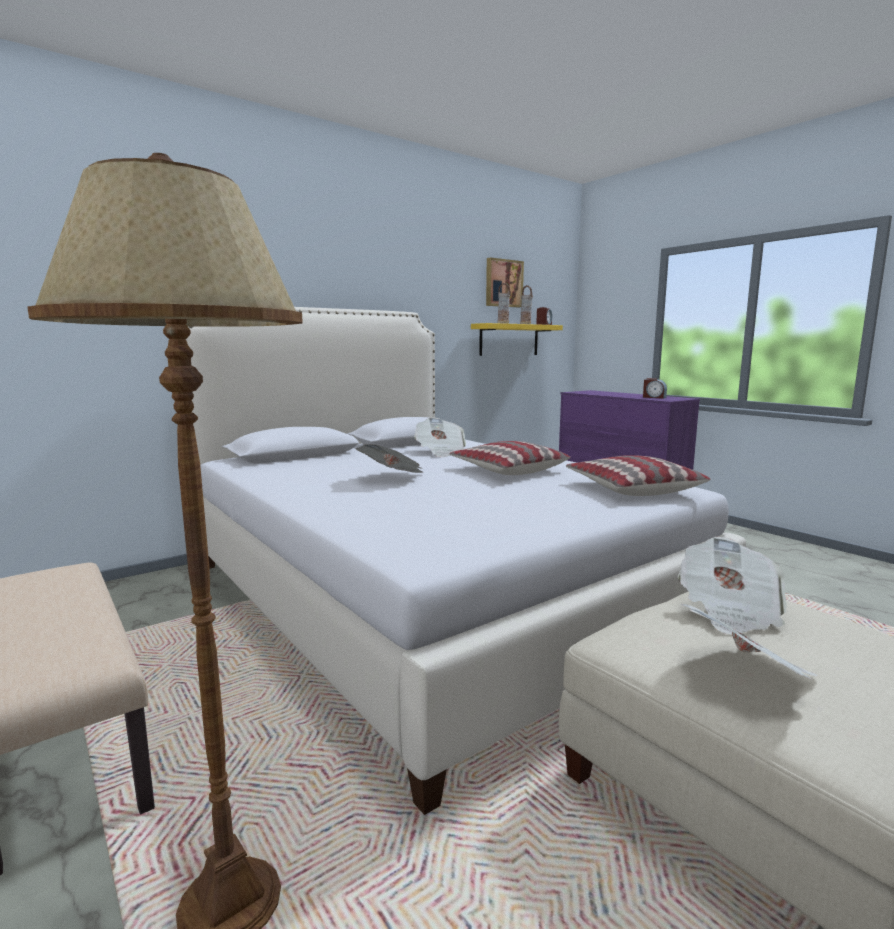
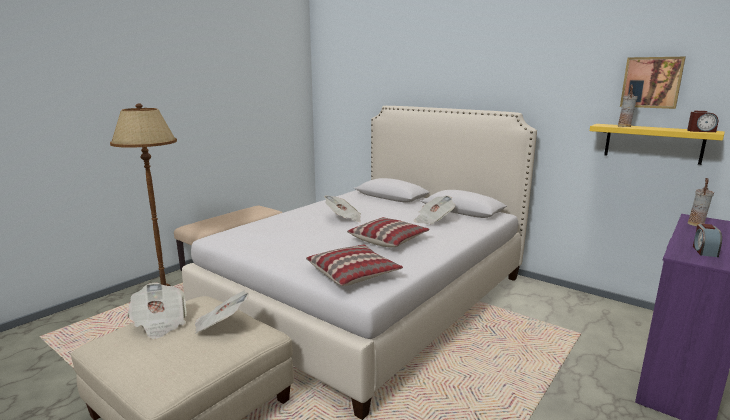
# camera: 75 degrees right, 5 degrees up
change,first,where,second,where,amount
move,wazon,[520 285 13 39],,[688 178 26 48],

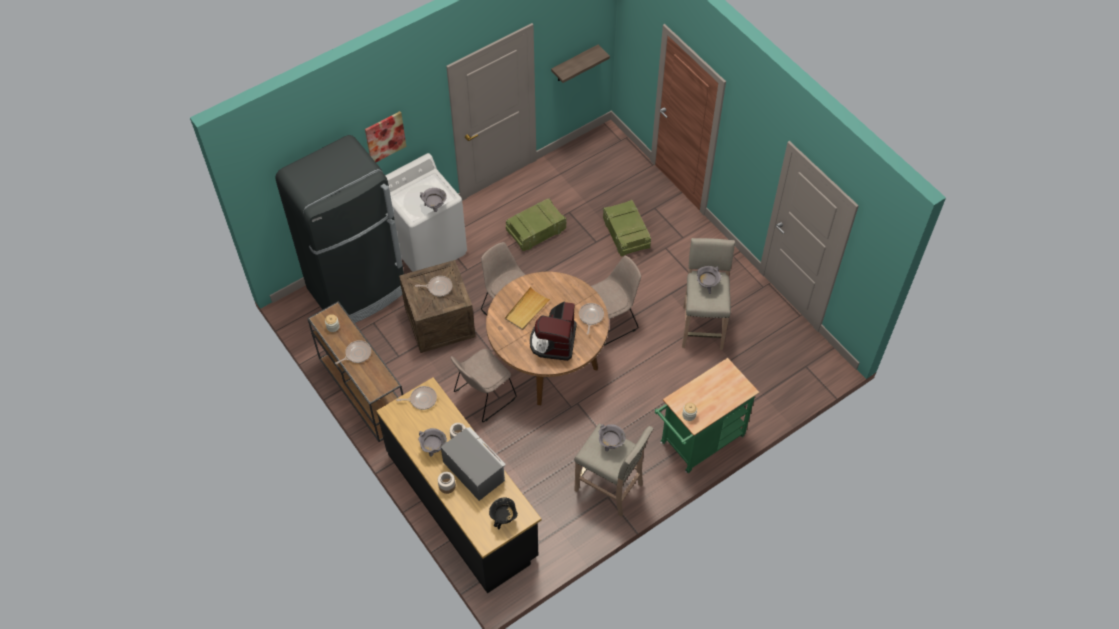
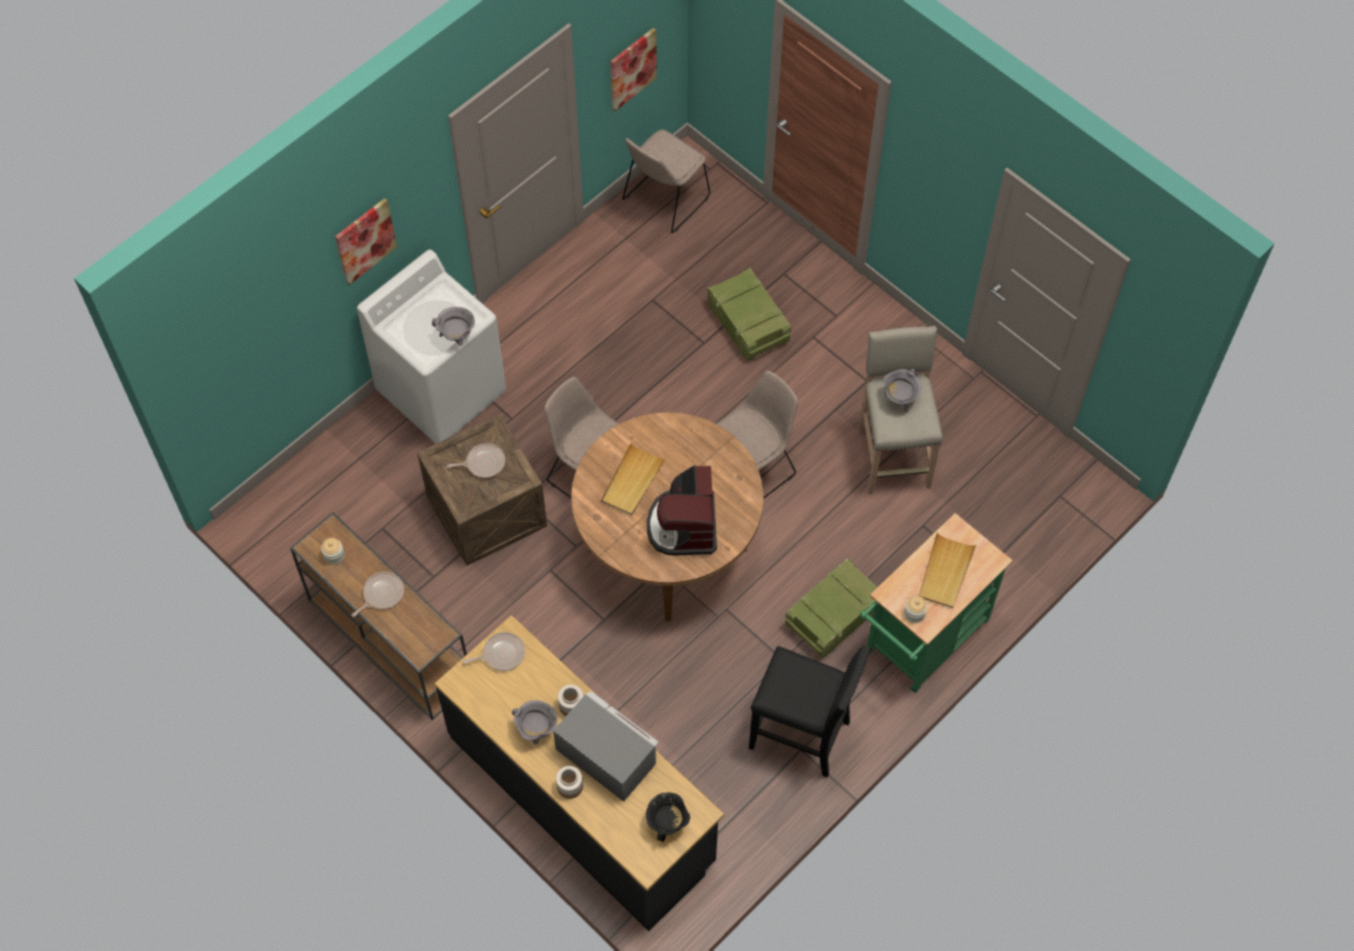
# camera: 10 degrees left, 5 degrees up
change,first,where,second,where,amount
replace,półka,[551 45 59 38],obraz,[610 28 47 83],
delete,lodówka (czarny),[276 135 128 188],,,
move,skrzynka,[506 198 60 53],,[785 558 94 101],
delete,patelnia,[579 303 25 31],,,
move,krzesło (beżowy),[450 349 67 73],,[622 129 88 104],
recolor,stołek (beżowy),[574 424 79 93],stołek (czarny),[749 645 122 133],
delete,garnek (szary),[599 424 26 27],,,
insert,,,taca (beżowy),[919 533 57 75],

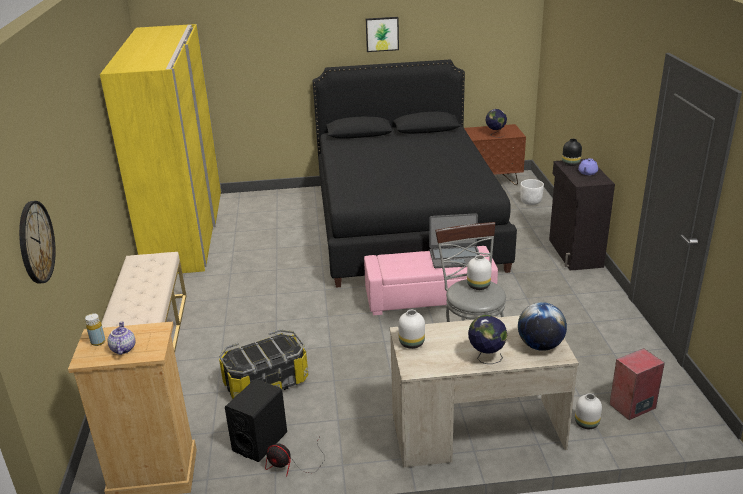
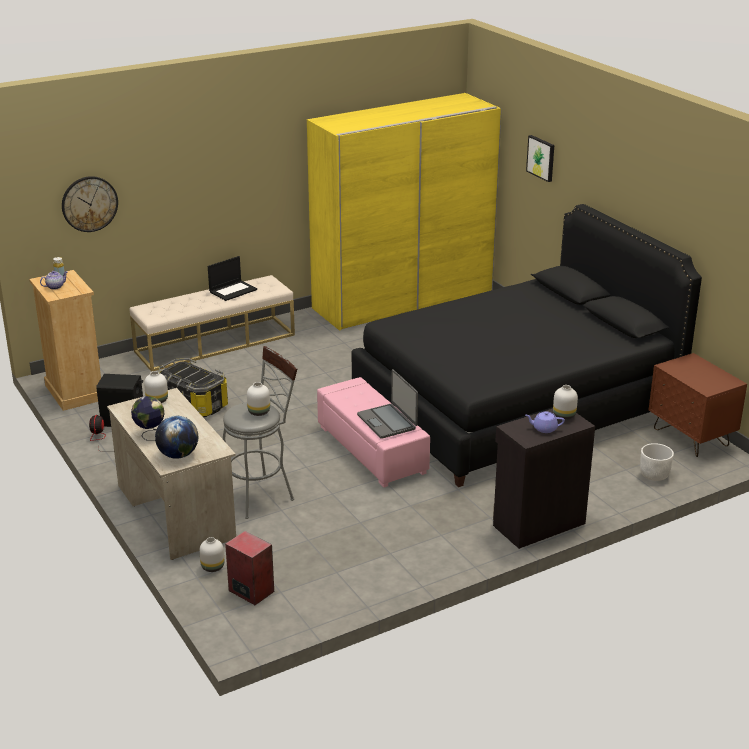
# camera: 65 degrees right, 0 degrees up
change,first,where,second,where,amount
move,obraz,[366 17 33 35],,[526 135 28 47],
delete,globus,[485 109 22 28],,,
recolor,wazon (czarny),[562 139 20 27],wazon (biały),[553 385 25 35],
insert,,,laptop,[208 256 49 45],

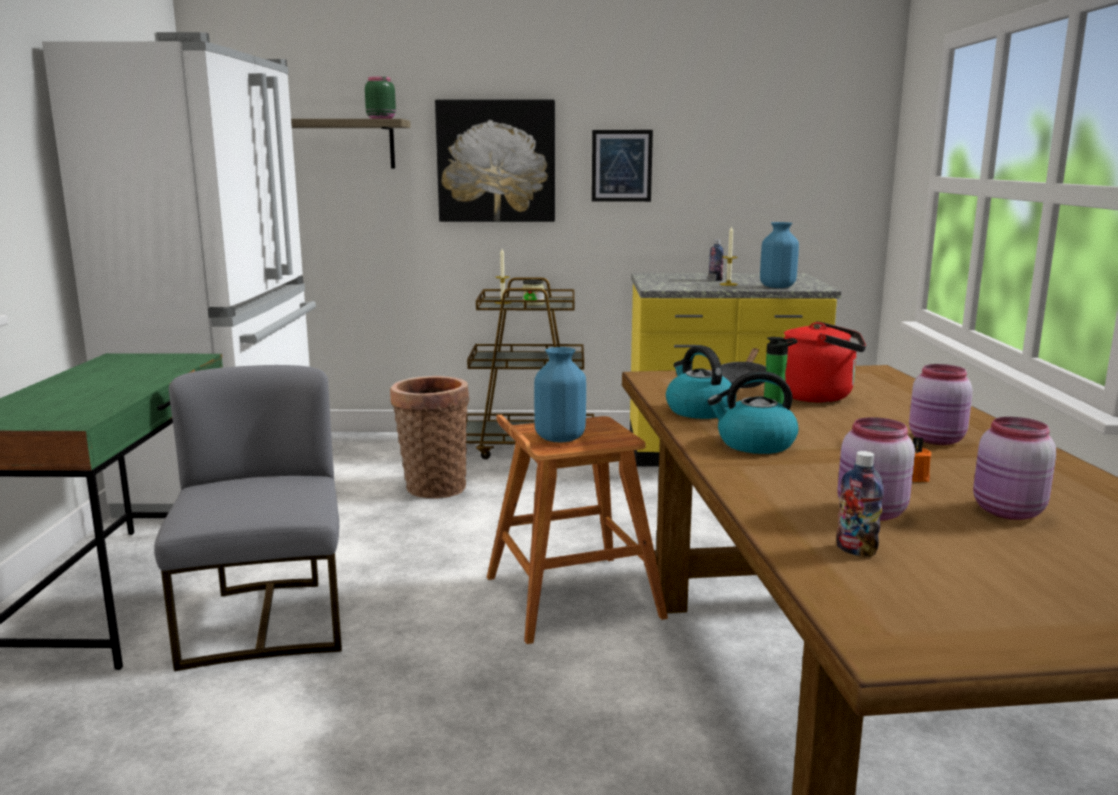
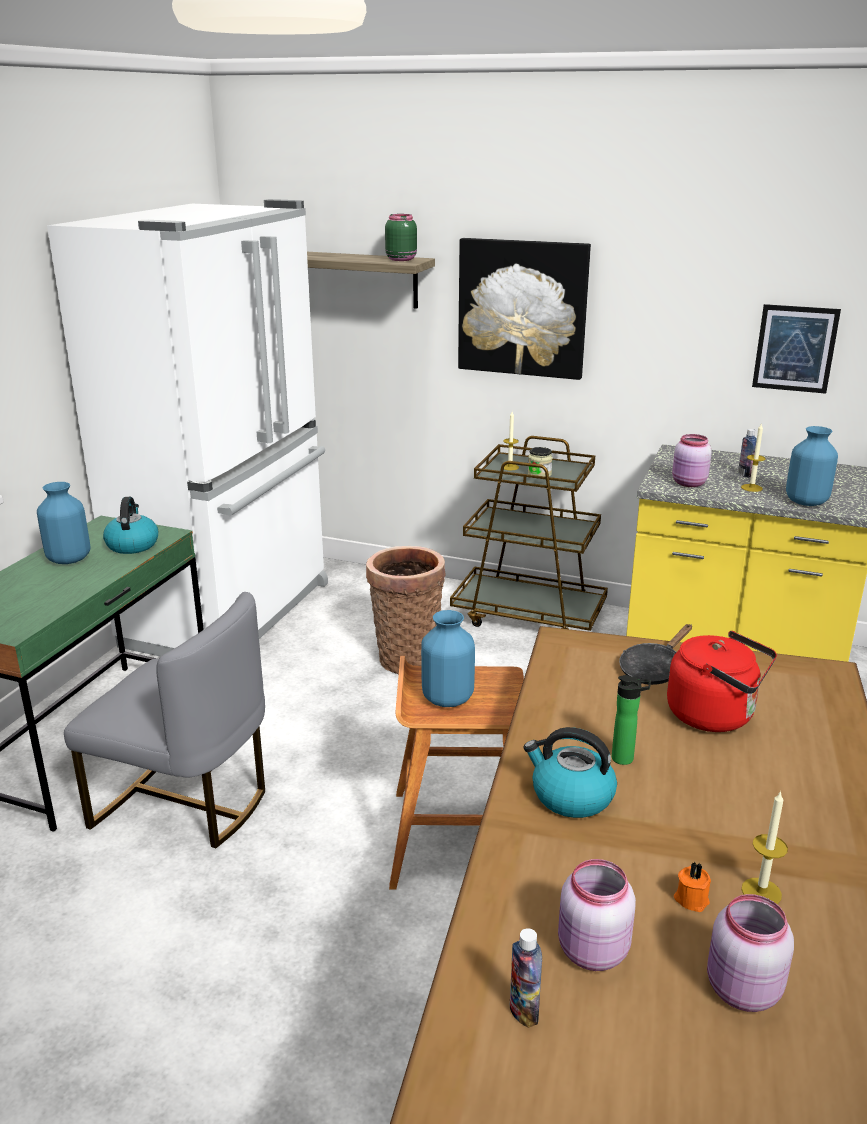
# camera: 20 degrees right, 10 degrees up
change,first,where,second,where,amount
move,obraz,[592 130 61 72],,[752 304 89 90],
move,czajnik,[666 346 70 73],,[103 497 55 57],
move,słoik (różowy),[909 364 64 81],,[672 434 40 53],
rotate,krzesło (szary),[154 365 188 306],,[64 592 201 256],105 degrees clockwise
insert,,,wazon (niebieski),[37 482 53 82],
insert,,,świeca,[741 790 47 114],

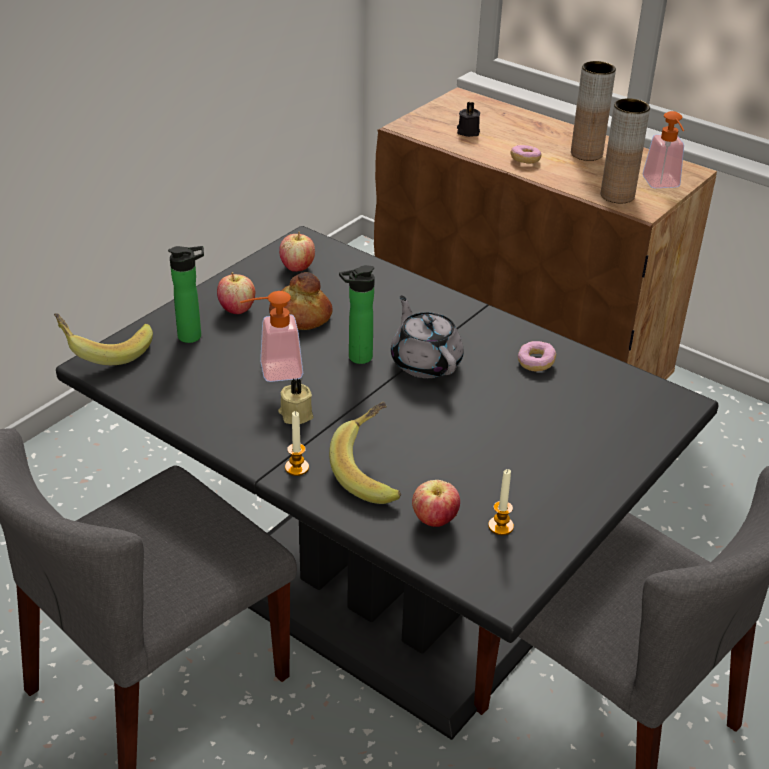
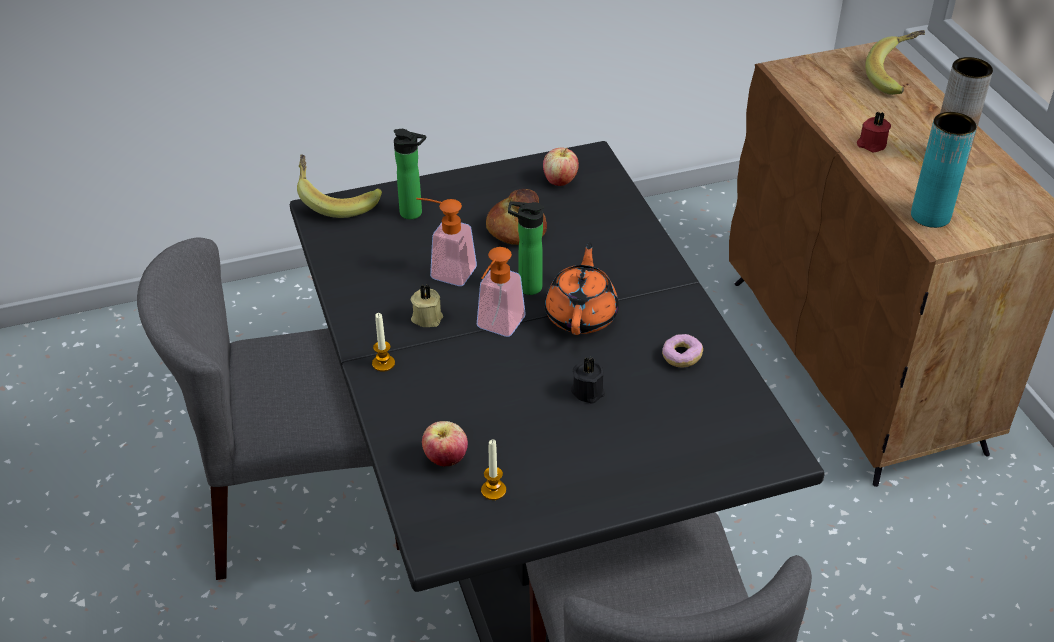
# camera: 35 degrees right, 5 degrees up
change,first,where,second,where,amount
recolor,wazon (brązowy),[601 98 49 105],wazon (turkusowy),[911 112 65 116],
move,świeca (czarny),[457 101 23 36],,[571 357 34 47],
move,dozownik mydła,[643 111 41 77],,[476 247 49 90],
replace,donut,[511 145 30 19],świeca (czerwony),[857 112 34 40],
delete,jabłko,[217 272 38 42],,,
recolor,imbryk (szary),[391 295 72 83],imbryk (pomarańczowy),[545 243 74 92],
move,banan,[329 402 72 102],,[865 30 60 65],

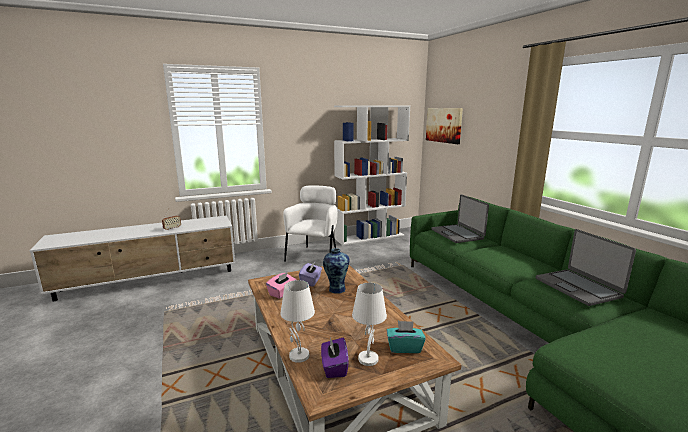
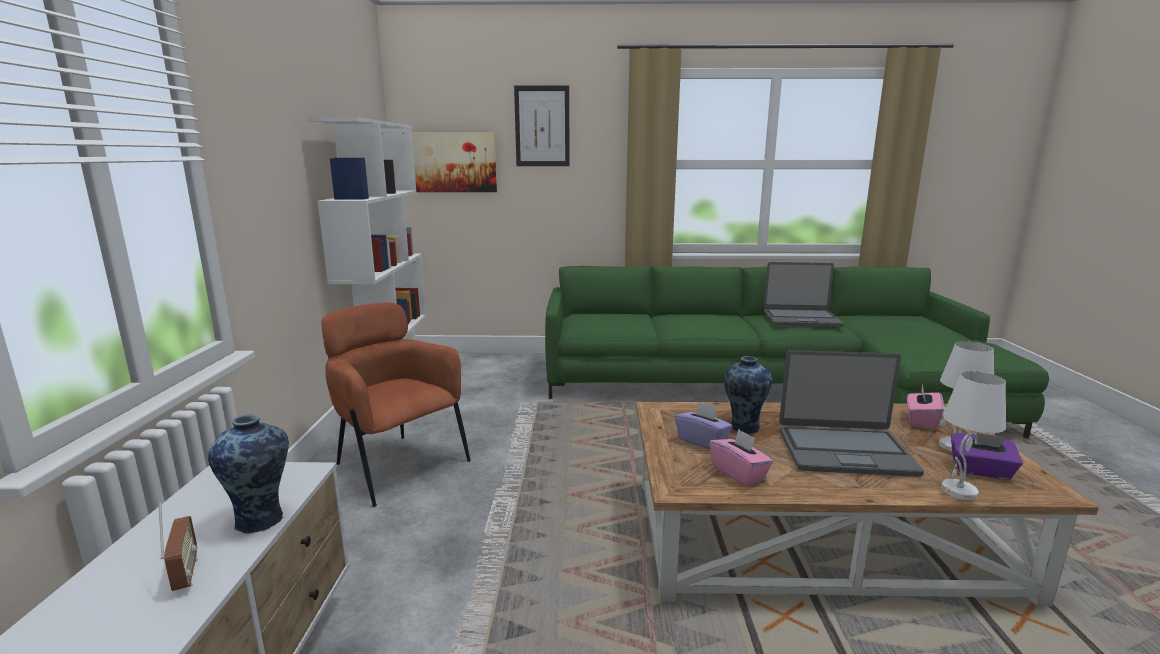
# camera: 65 degrees left, 0 degrees up
change,first,where,second,where,amount
recolor,fotel (biały),[283 185 55 77],fotel (brązowy),[321 302 150 205],
move,laptop,[431 194 58 49],,[779 350 145 127],
recolor,pudełko chusteczek (turkusowy),[387 321 39 32],pudełko chusteczek (różowy),[907 384 37 46],
insert,,,obraz,[514 85 56 81],
insert,,,wazon,[208 414 81 120],

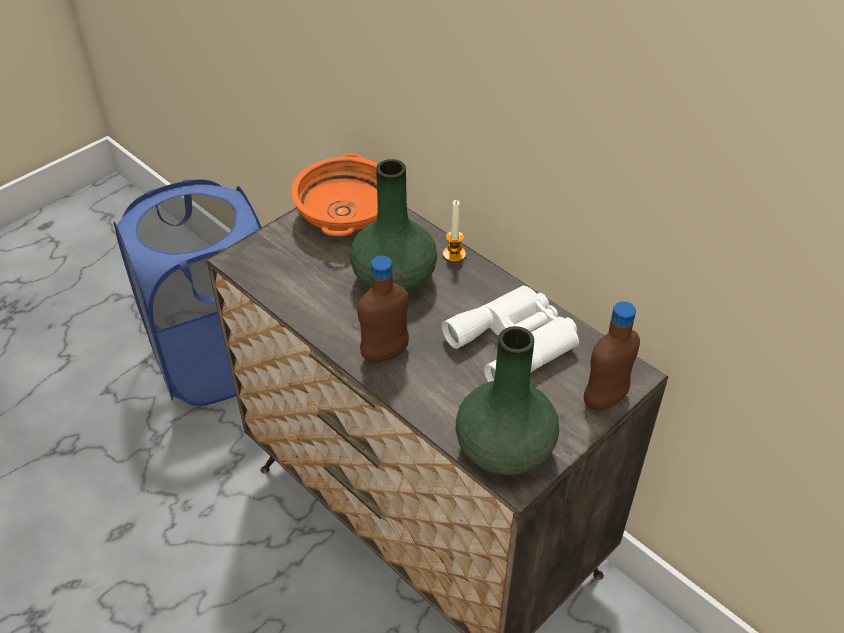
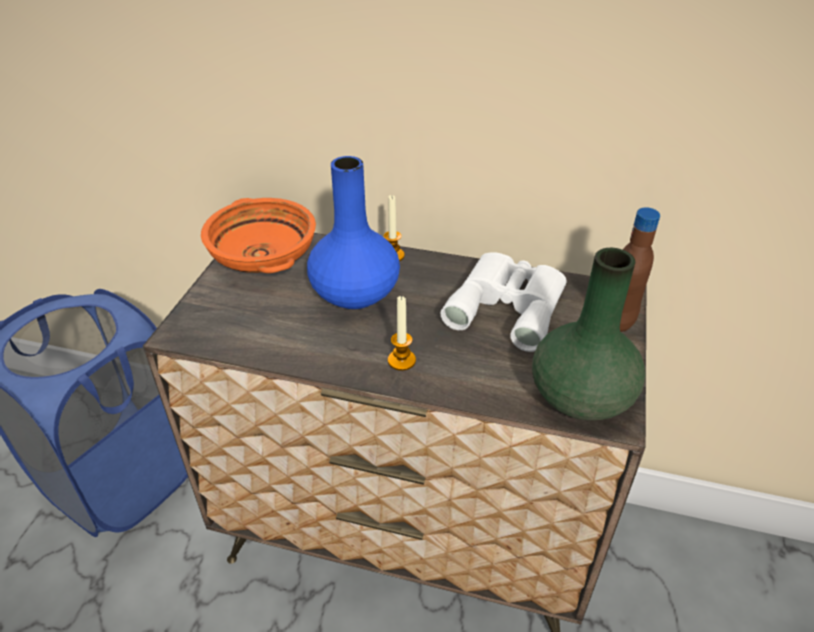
# camera: 30 degrees left, 5 degrees down
change,first,where,second,where,amount
recolor,wazon (zielony),[350 159 87 134],wazon (niebieski),[307 156 93 153],
replace,butelka (brązowy),[358 256 51 107],świeca,[388 296 28 75],

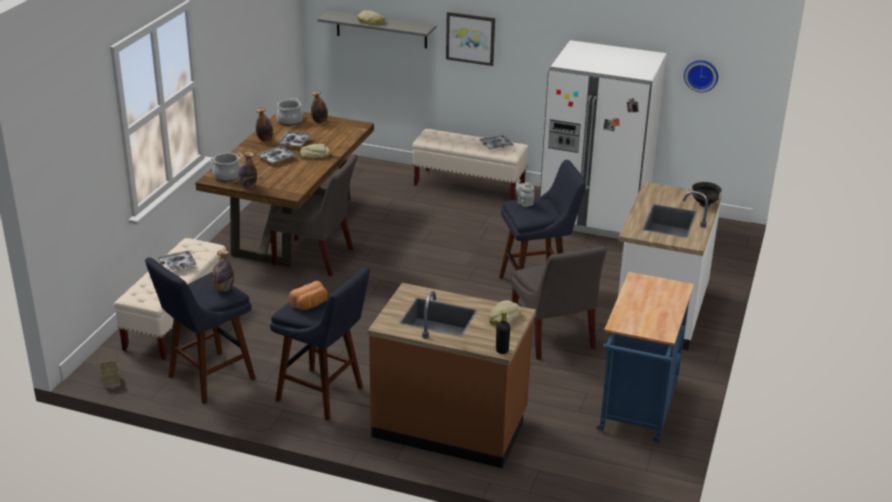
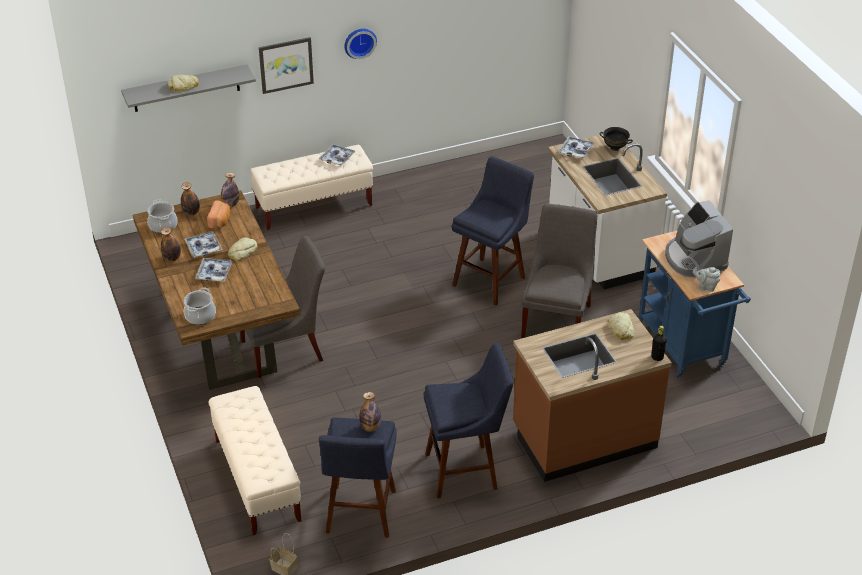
# camera: 40 degrees left, 10 degrees up
change,first,where,second,where,amount
delete,lodówka (biały),[540 40 127 199],,,
move,zegar ścienny,[684 60 34 32],,[345 29 32 30],
move,butelka,[238 152 19 36],,[221 172 18 35],
move,imbryk (szary),[516 180 19 27],,[693 267 27 25],
rotate,krzesło (szary),[511 246 96 114],,[521 203 77 135],105 degrees counterclockwise
move,taca,[157 250 39 20],,[558 136 37 23],
move,chleb,[289 281 39 29],,[207 200 24 29],
insert,,,ekspres do kawy,[665 200 68 77],

